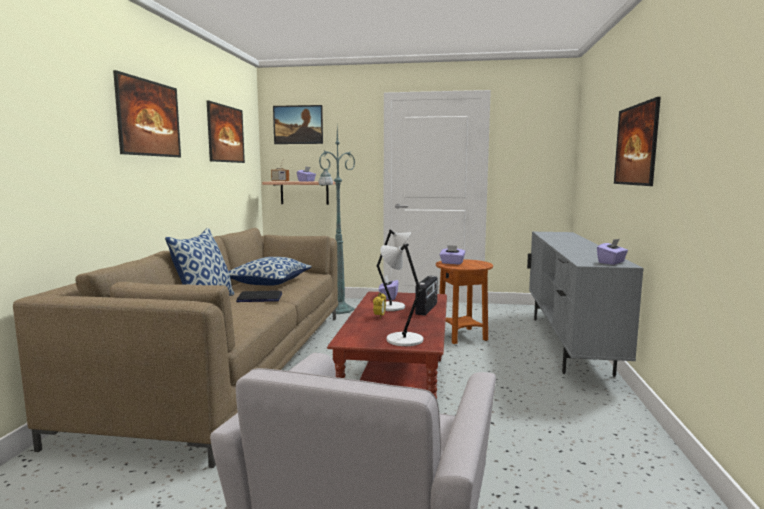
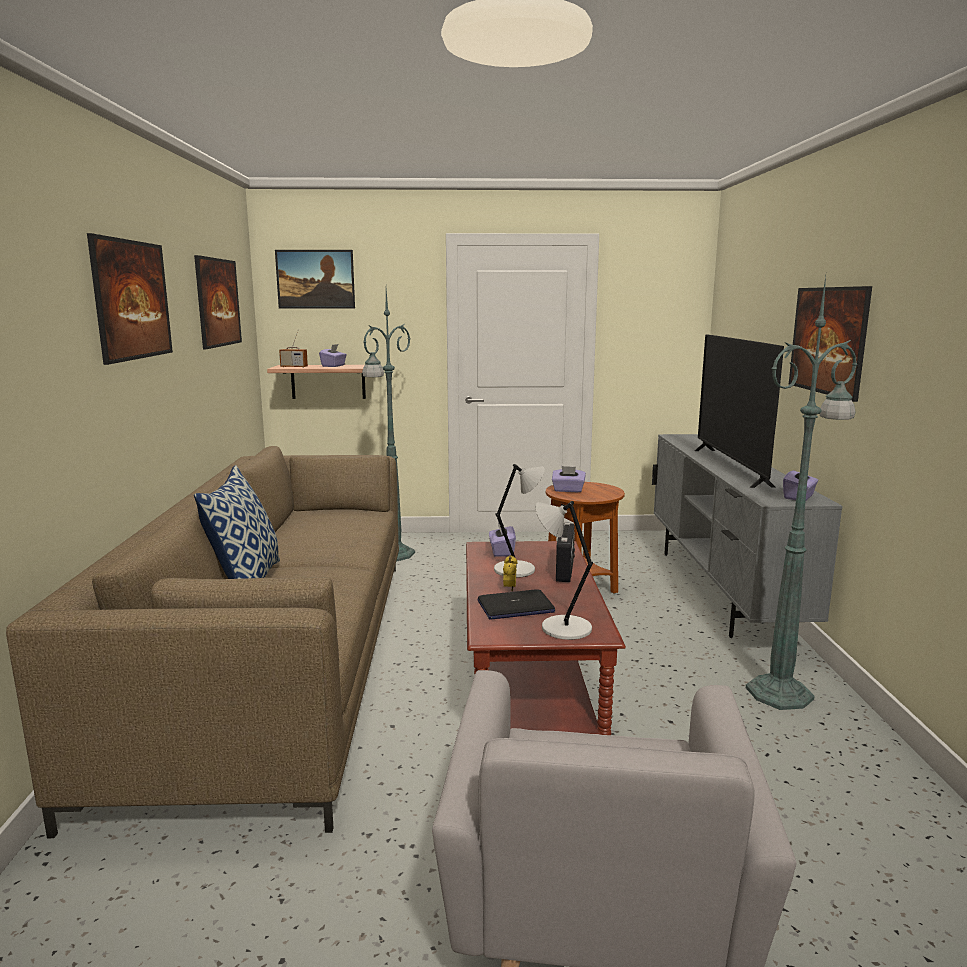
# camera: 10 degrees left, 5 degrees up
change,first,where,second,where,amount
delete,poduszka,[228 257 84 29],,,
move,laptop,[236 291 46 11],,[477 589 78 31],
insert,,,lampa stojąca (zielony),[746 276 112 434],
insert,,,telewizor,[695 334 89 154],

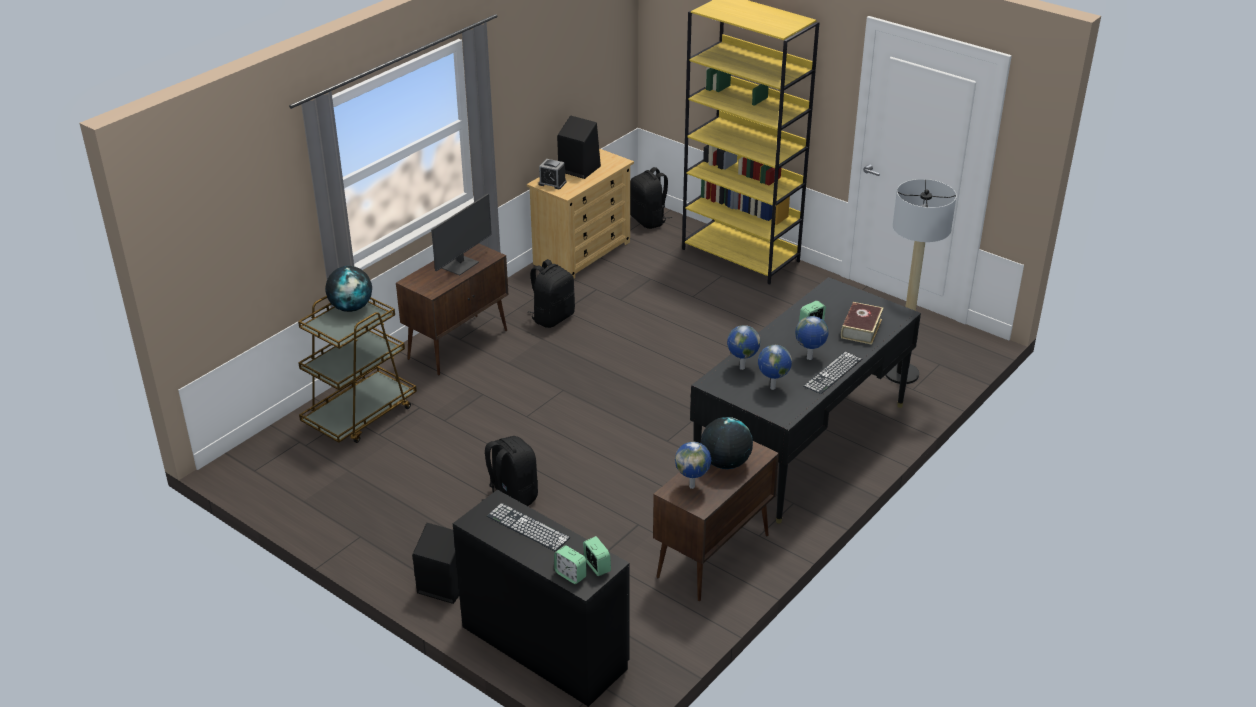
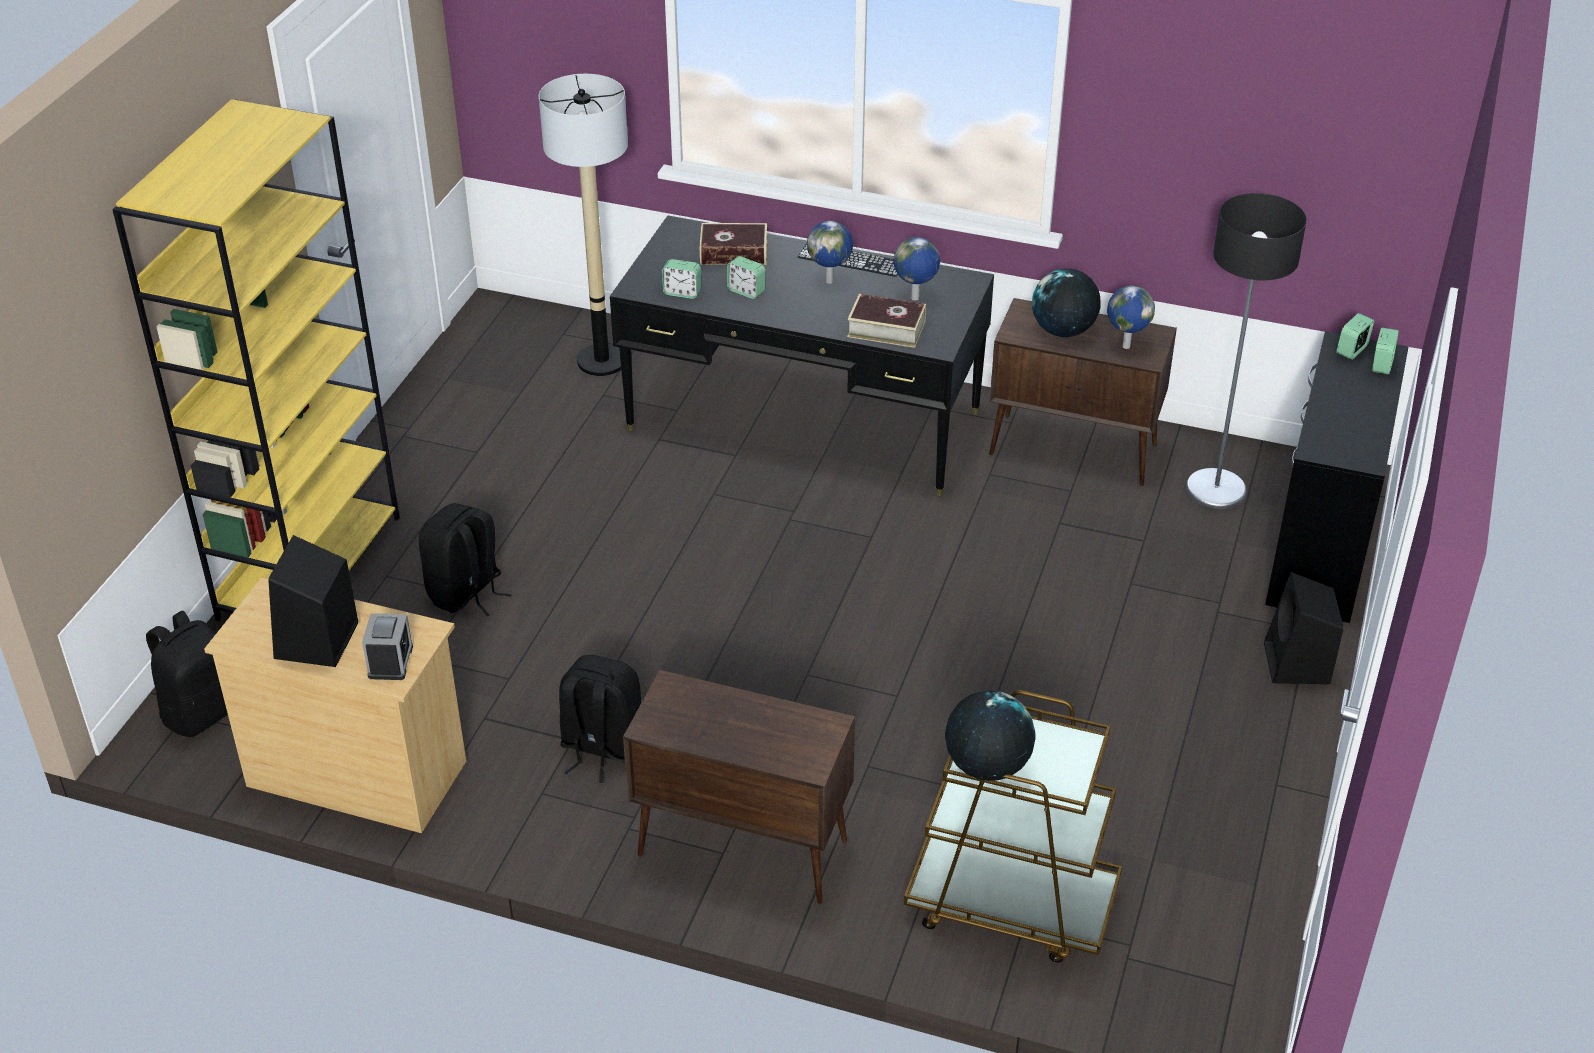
# camera: 110 degrees left, 5 degrees up
change,first,where,second,where,amount
delete,monitor,[431 194 61 81],,,
replace,globus,[727 325 34 45],książka,[847 294 79 54],
move,plecak (czarny),[481 436 57 70],,[419 503 92 113],
delete,klawiatura,[487 503 83 49],,,
insert,,,lampa stojąca,[1186 193 121 316],
insert,,,budzik,[662 259 39 40],

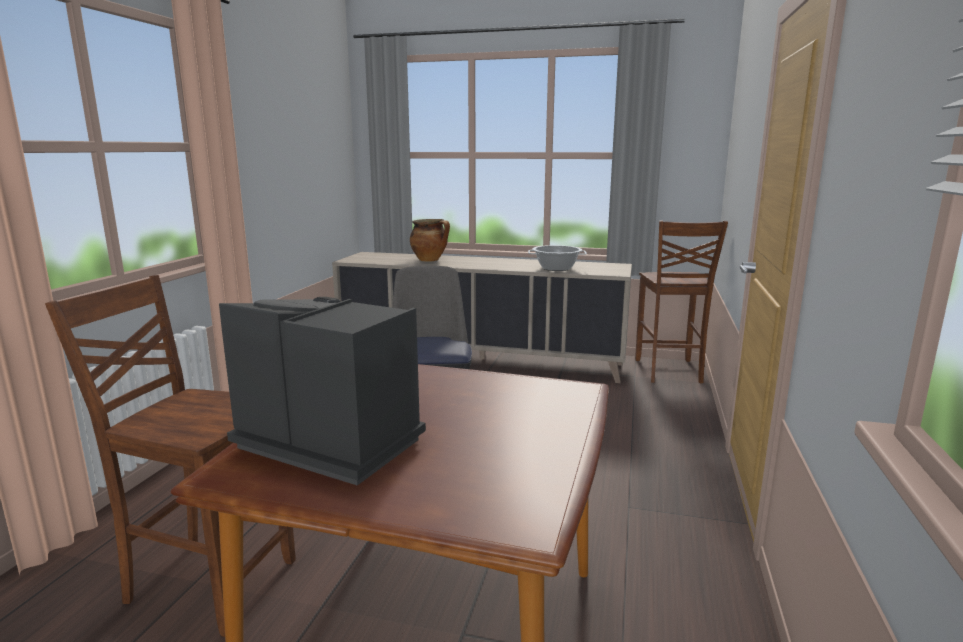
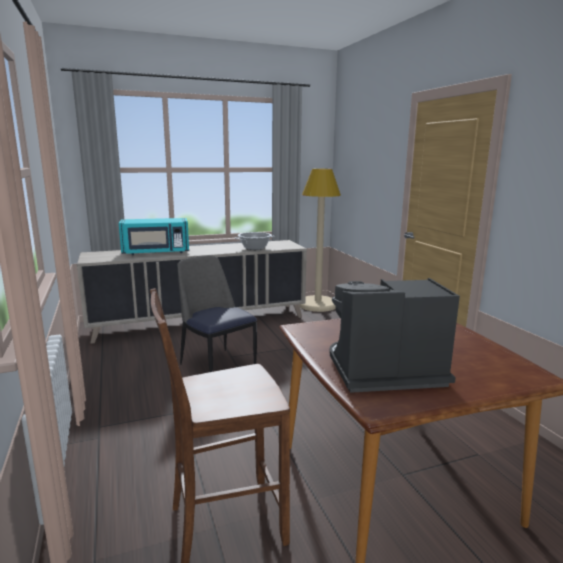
# camera: 35 degrees left, 0 degrees up
change,first,where,second,where,amount
replace,garnek,[410 219 40 43],mikrofalówka (turkusowy),[119 218 70 37],
replace,krzesło (brązowy),[635 220 93 163],lampa stojąca (beżowy),[300 169 41 143],

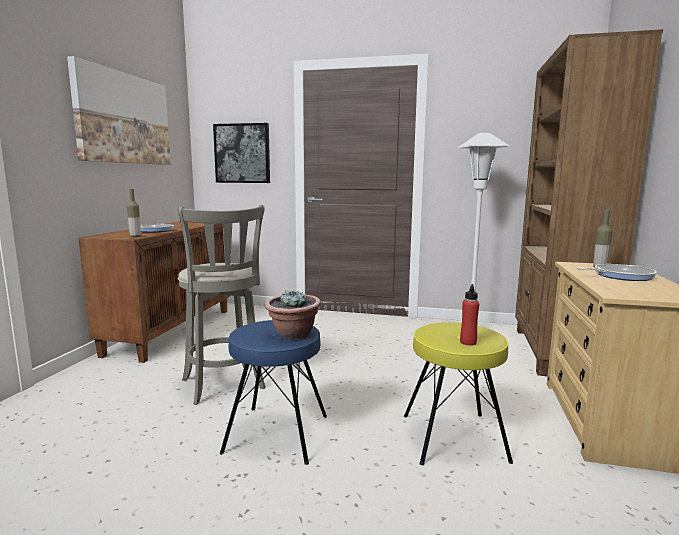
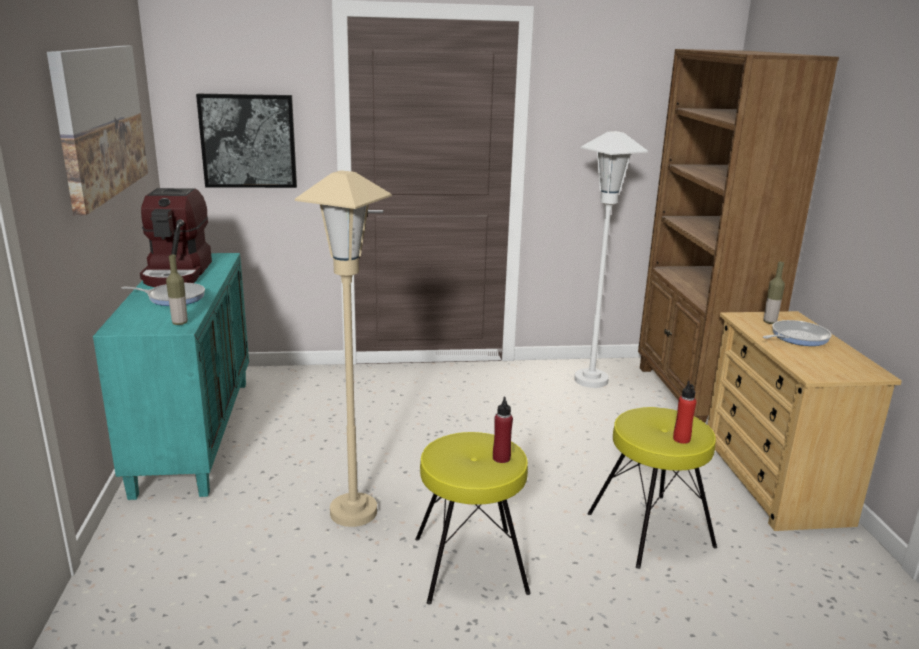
# camera: 20 degrees left, 10 degrees up
change,first,where,second,where,amount
replace,stołek (szary),[178 205 88 200],lampa stojąca (beżowy),[295 170 97 357],
recolor,szafka (brązowy),[78 221 152 142],szafka (turkusowy),[93 253 156 247],
replace,roślina doniczkowa,[265 290 56 50],butelka (czerwony),[493 397 20 66],
recolor,stołek (niebieski),[220 320 107 145],stołek (żółty),[415 432 116 173],
insert,,,ekspres do kawy,[140 188 72 99],

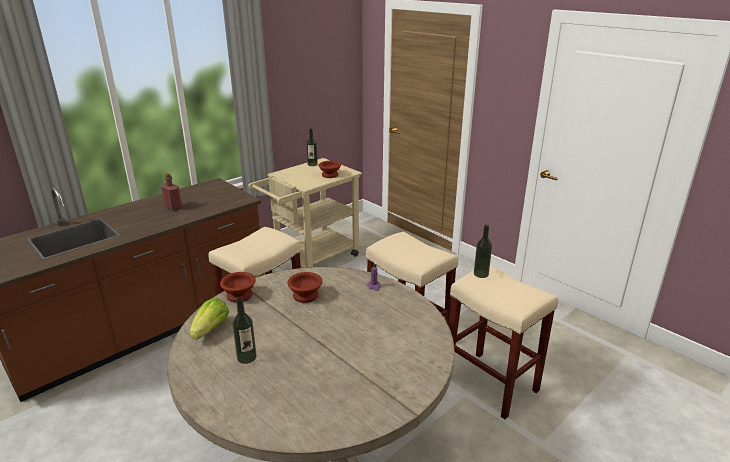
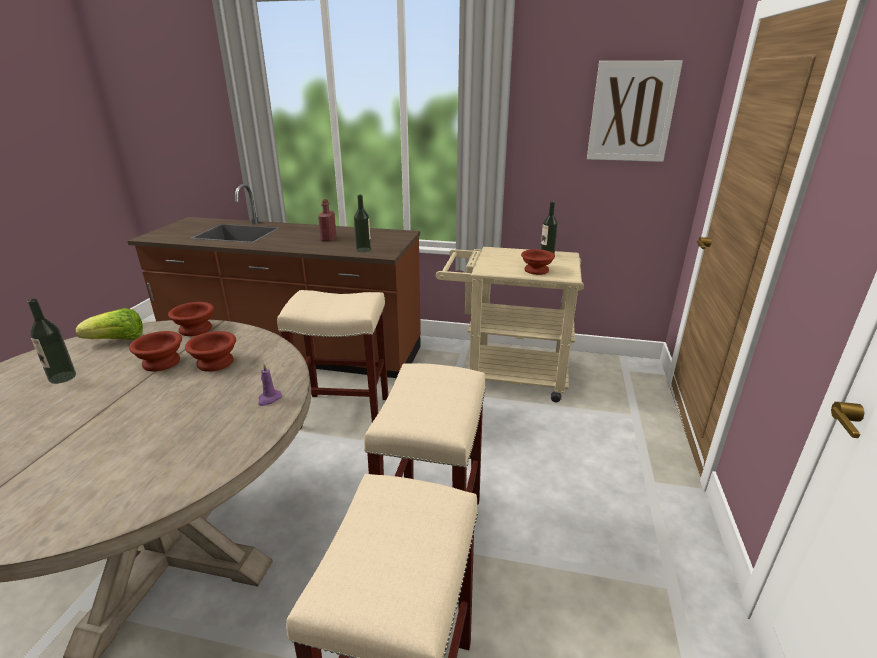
# camera: 55 degrees right, 0 degrees up
change,first,where,second,where,amount
move,butelka,[474 225 18 53],,[354 194 17 58],
insert,,,obraz,[587 61 96 101],
insert,,,miska (brązowy),[129 331 53 40],

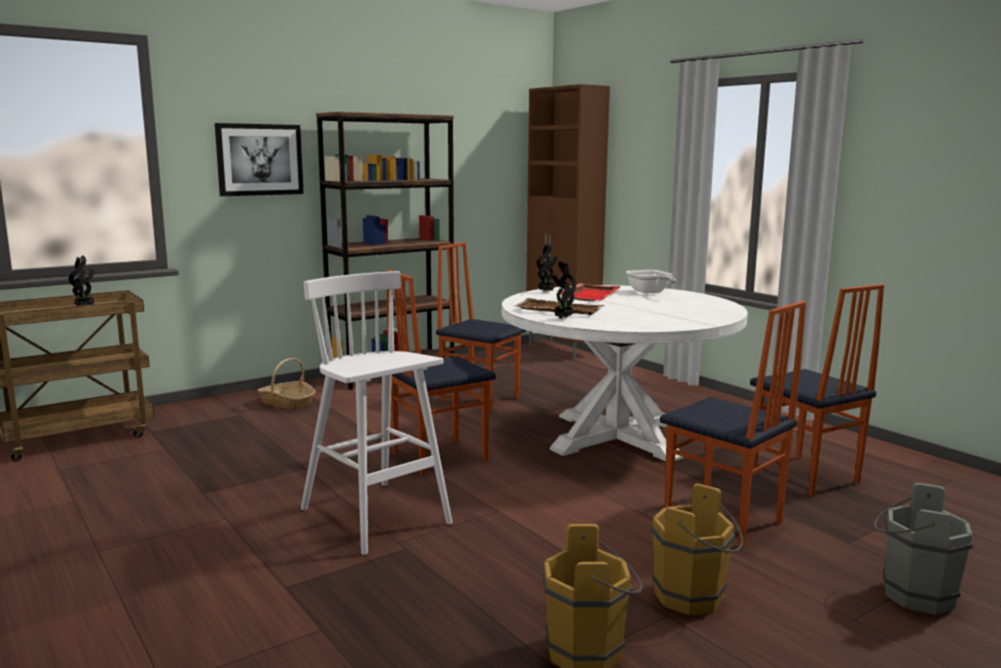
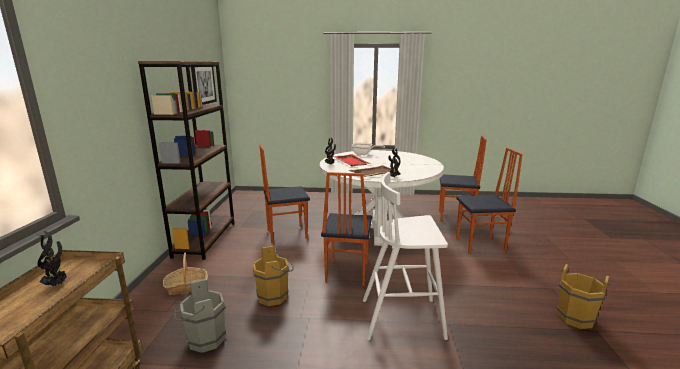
# camera: 50 degrees left, 5 degrees up
change,first,where,second,where,amount
delete,szafka (brązowy),[526 84 84 276],,,
move,obraz,[215 123 89 73],,[191 67 26 38],
move,wiadro (brązowy),[651 483 92 132],,[253 246 41 60],
move,wiadro (szary),[873 483 100 132],,[174 279 52 74],

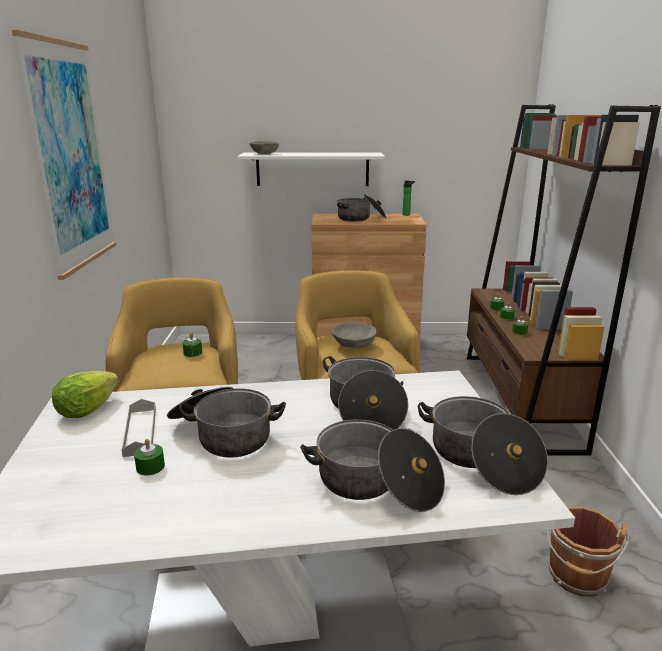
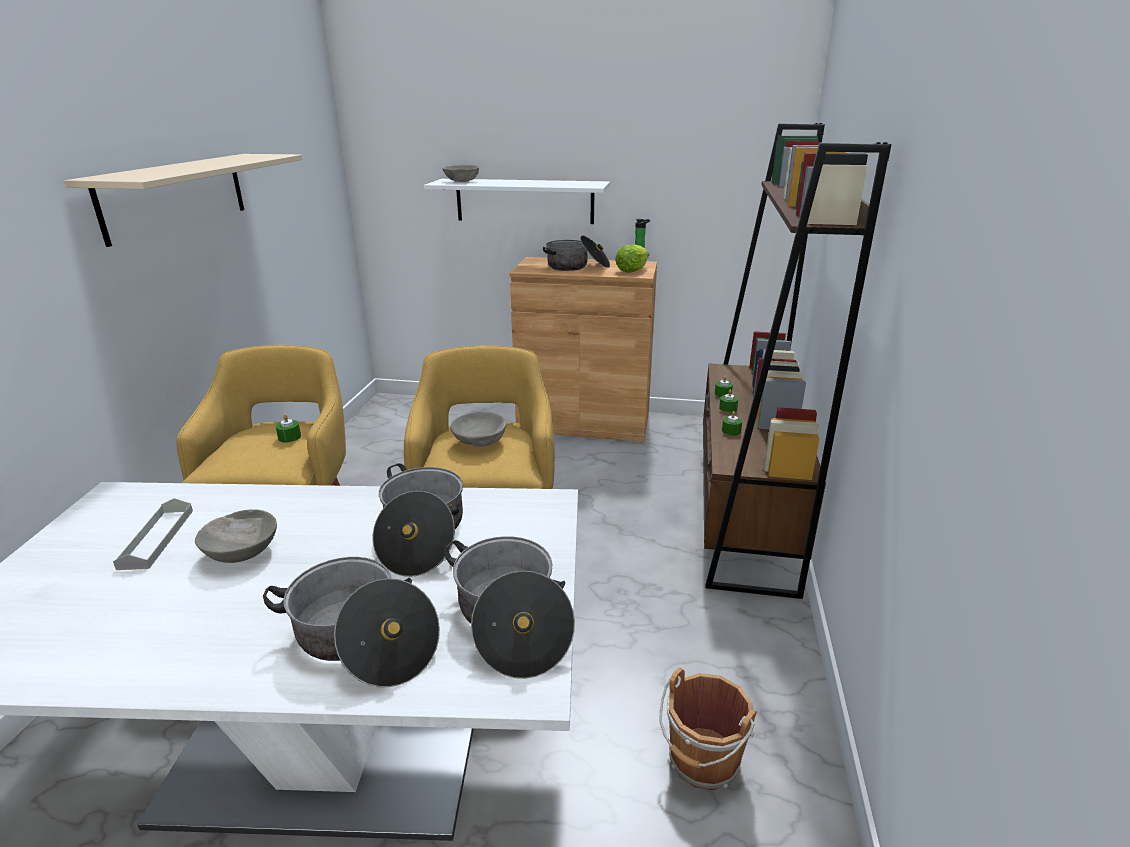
# camera: 10 degrees right, 5 degrees up
change,first,where,second,where,amount
replace,obraz,[12 30 104 250],półka (beżowy),[64 154 239 93],
move,sałata,[52 371 67 47],,[615 244 34 29],
replace,garnek,[167 387 119 71],miska (szary),[195 509 82 54],
delete,świeca (zielony),[134 439 31 37],,,

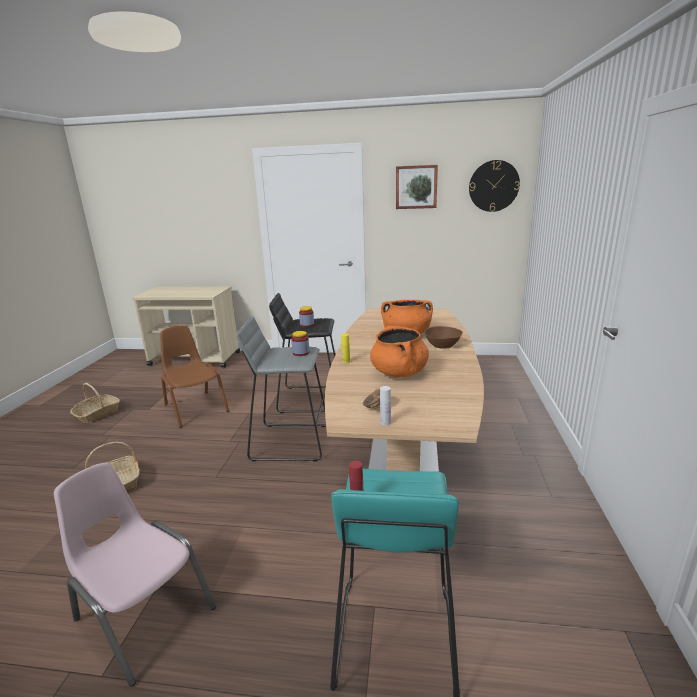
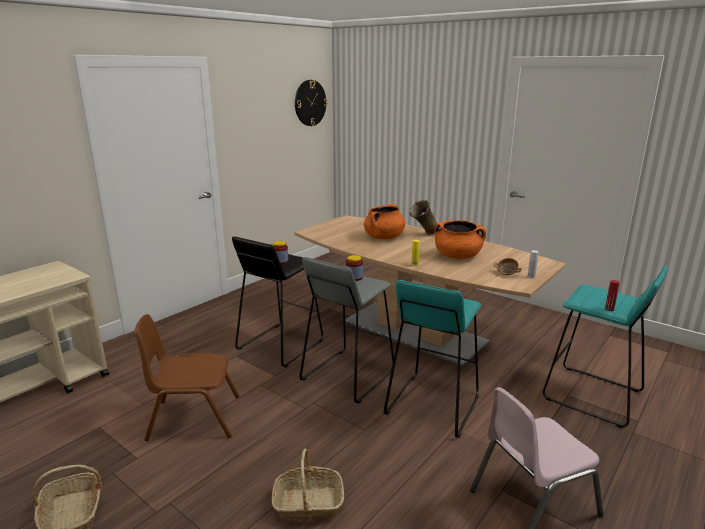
# camera: 60 degrees left, 0 degrees up
change,first,where,second,where,amount
delete,obraz,[396 165 42 44],,,
replace,miska (brązowy),[424 326 39 23],wazon (beżowy),[409 200 28 35],
insert,,,stołek (turkusowy),[383 280 98 158],

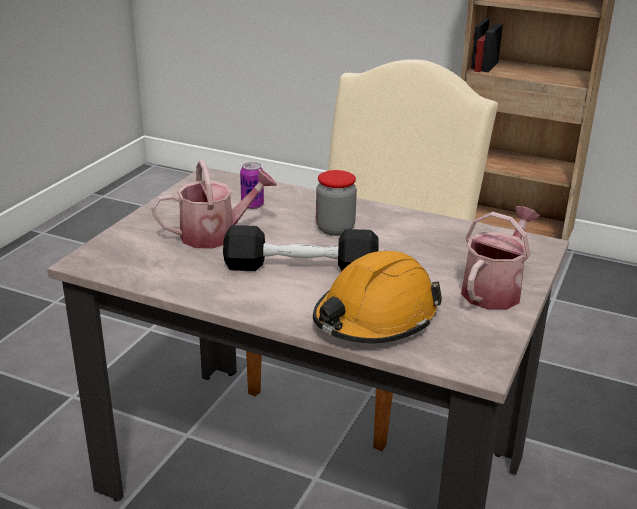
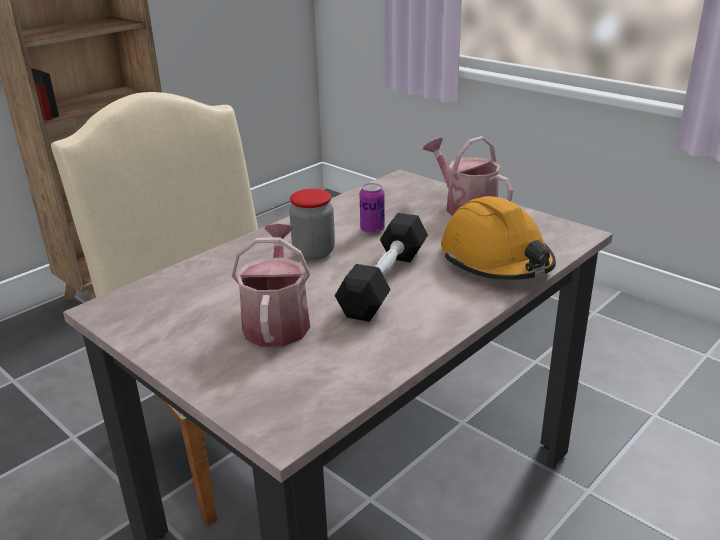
# camera: 70 degrees left, 0 degrees up
change,first,where,second,where,amount
move,puszka,[240 162 24 47],,[360 183 25 51],

